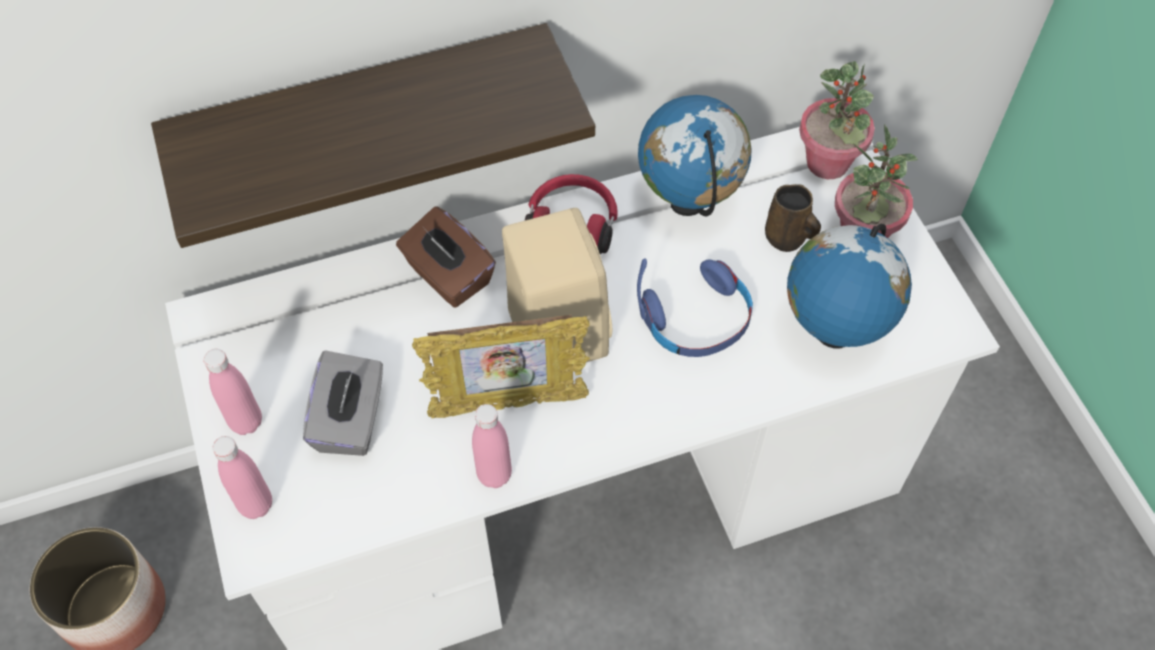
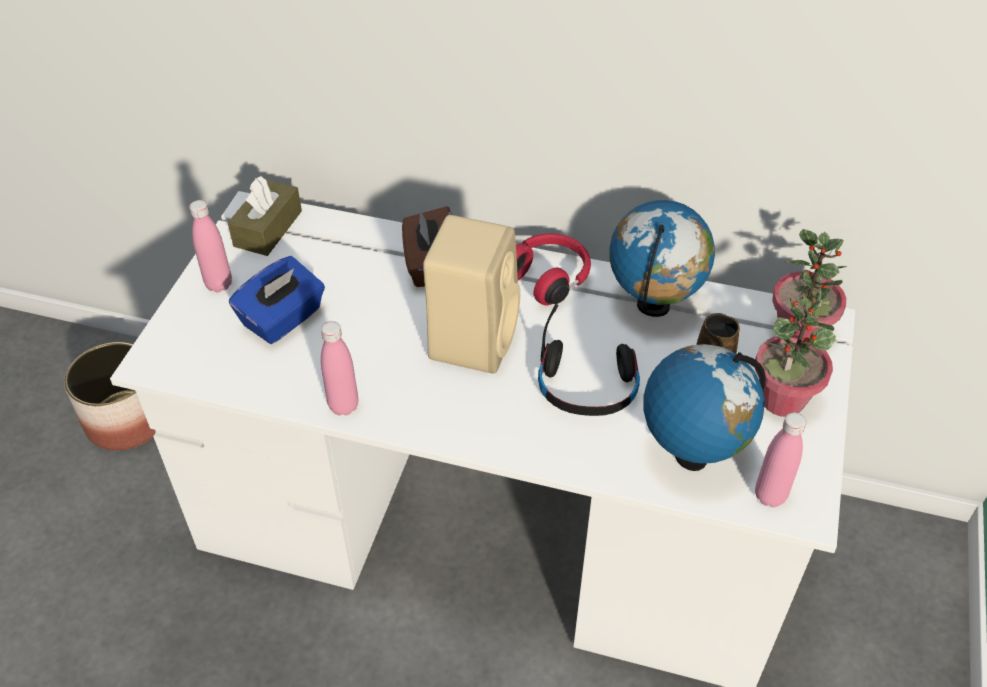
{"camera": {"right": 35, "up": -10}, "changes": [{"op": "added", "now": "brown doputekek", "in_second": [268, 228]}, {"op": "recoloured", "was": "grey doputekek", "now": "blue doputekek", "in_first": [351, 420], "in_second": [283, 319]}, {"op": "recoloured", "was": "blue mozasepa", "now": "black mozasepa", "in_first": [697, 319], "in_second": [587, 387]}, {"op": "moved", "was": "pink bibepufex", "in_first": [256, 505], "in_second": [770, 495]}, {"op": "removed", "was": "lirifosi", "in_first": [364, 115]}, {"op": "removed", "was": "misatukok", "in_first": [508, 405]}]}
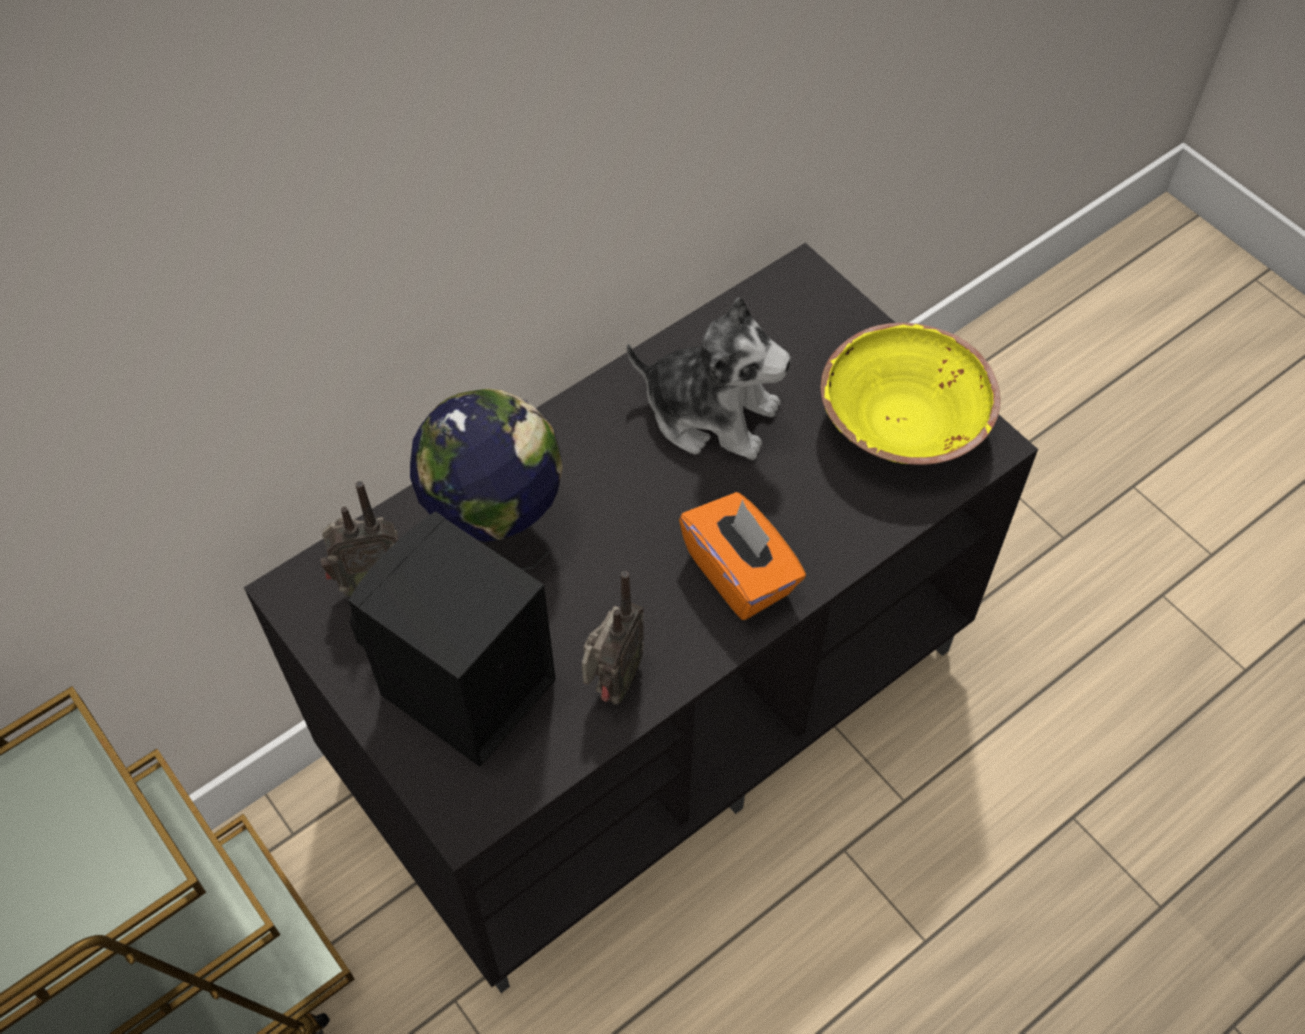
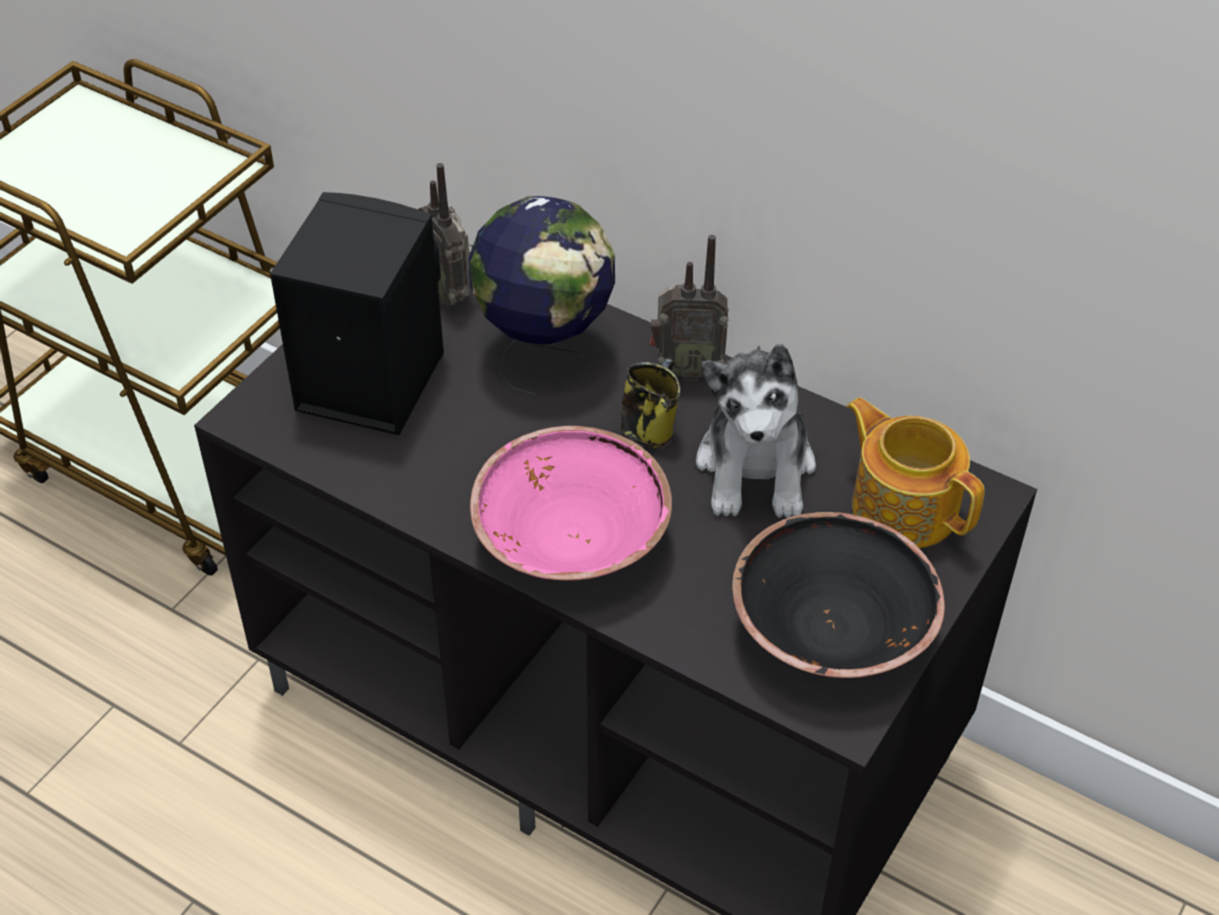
{"camera": {"right": 70, "up": -10}, "changes": [{"op": "replaced", "was": "orange doputekek", "now": "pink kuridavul", "in_first": [740, 573], "in_second": [571, 538]}, {"op": "added", "now": "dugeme", "in_second": [650, 428]}, {"op": "moved", "was": "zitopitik", "in_first": [612, 683], "in_second": [686, 369]}, {"op": "recoloured", "was": "yellow kuridavul", "now": "black kuridavul", "in_first": [902, 424], "in_second": [830, 630]}, {"op": "added", "now": "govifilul", "in_second": [903, 506]}]}
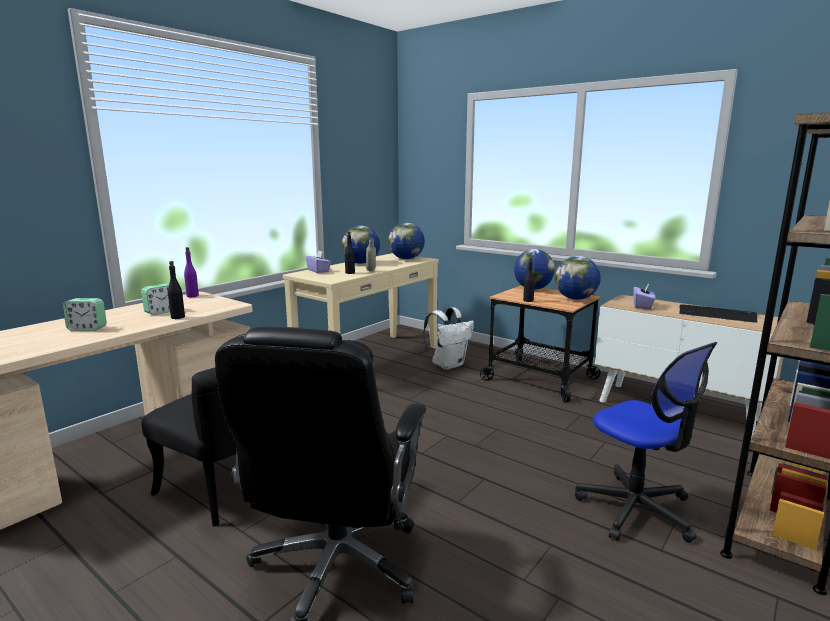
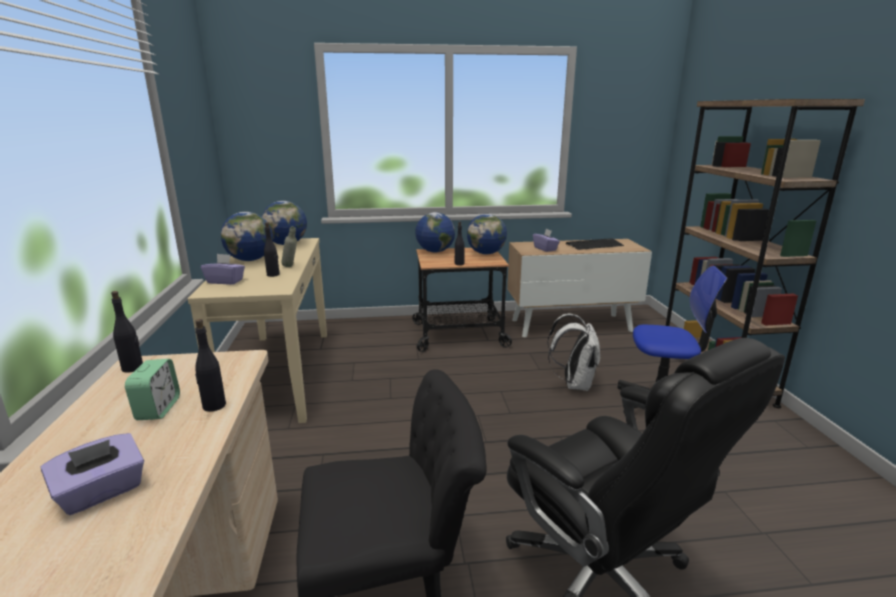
{"camera": {"right": -45, "up": 5}, "changes": [{"op": "replaced", "was": "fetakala", "now": "purple doputekek", "in_first": [87, 328], "in_second": [102, 492]}, {"op": "recoloured", "was": "purple bibepufex", "now": "black bibepufex", "in_first": [192, 296], "in_second": [133, 368]}, {"op": "moved", "was": "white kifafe", "in_first": [448, 365], "in_second": [574, 384]}]}
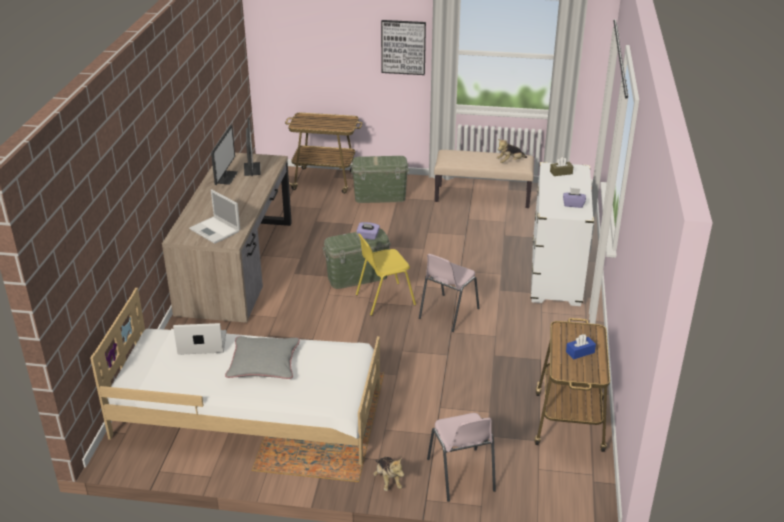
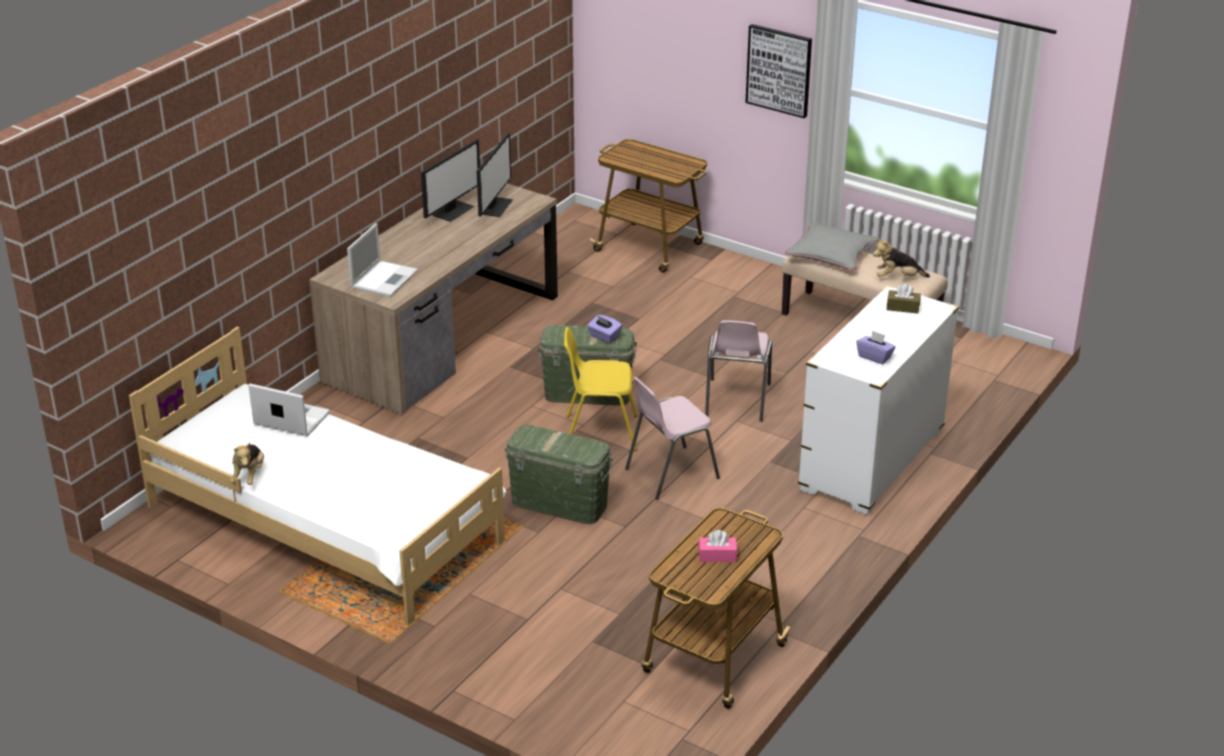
{"camera": {"right": 25, "up": 0}, "changes": [{"op": "moved", "was": "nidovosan", "in_first": [388, 480], "in_second": [249, 475]}, {"op": "turned", "was": "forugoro", "in_first": [215, 230], "in_second": [384, 278], "clockwise": -135}, {"op": "moved", "was": "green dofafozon", "in_first": [380, 197], "in_second": [559, 504]}, {"op": "recoloured", "was": "blue doputekek", "now": "pink doputekek", "in_first": [580, 352], "in_second": [717, 556]}, {"op": "moved", "was": "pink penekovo", "in_first": [461, 475], "in_second": [736, 401]}, {"op": "moved", "was": "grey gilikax", "in_first": [264, 363], "in_second": [831, 254]}]}
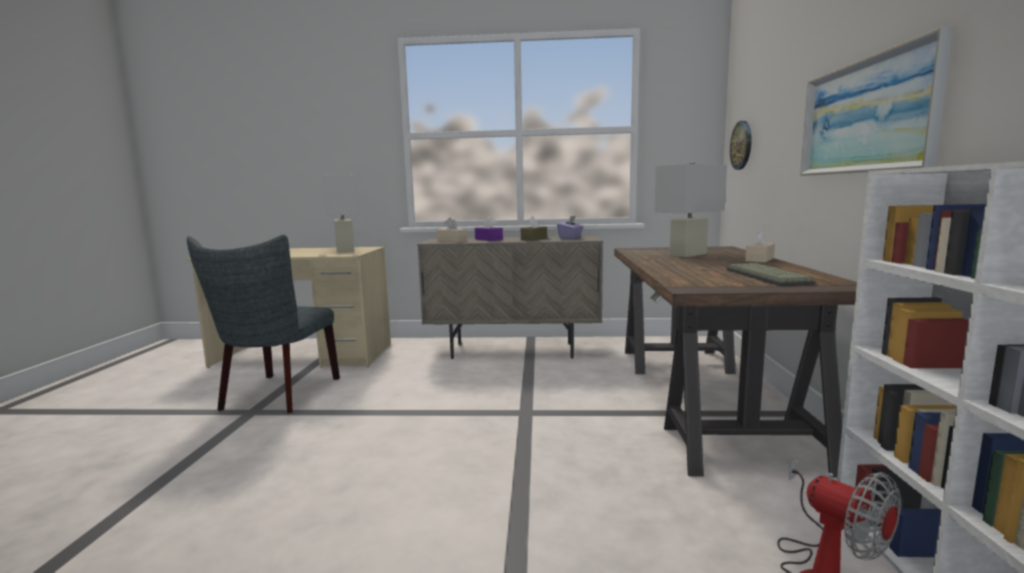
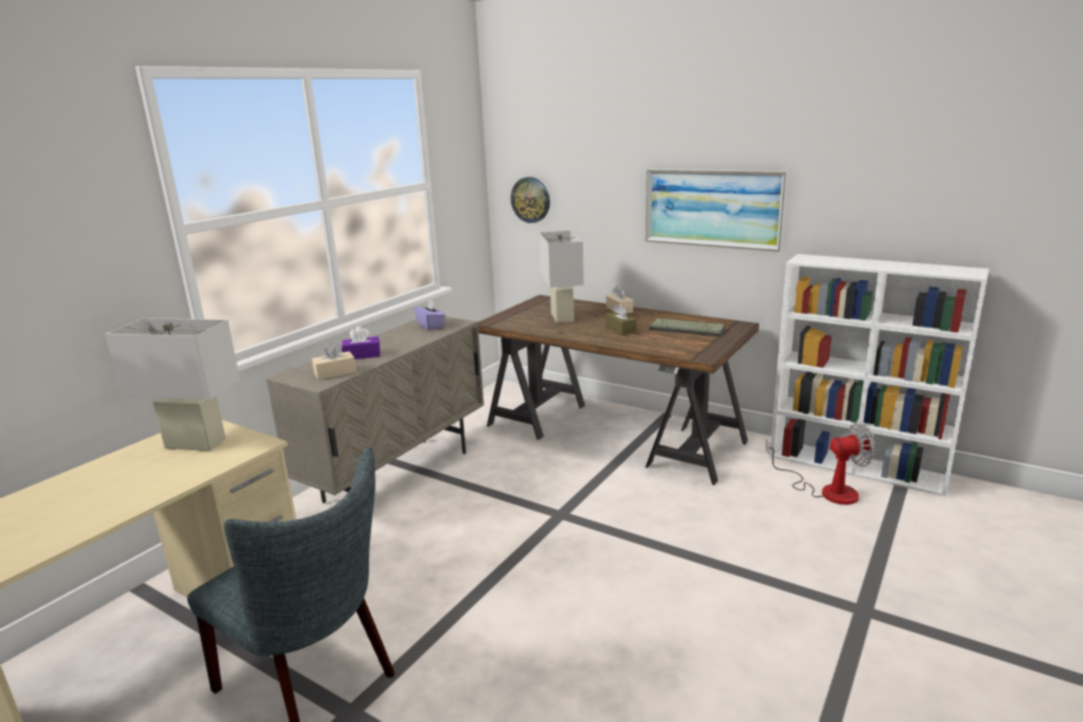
{"camera": {"right": -60, "up": 10}, "changes": [{"op": "moved", "was": "brown doputekek", "in_first": [534, 239], "in_second": [620, 329]}]}
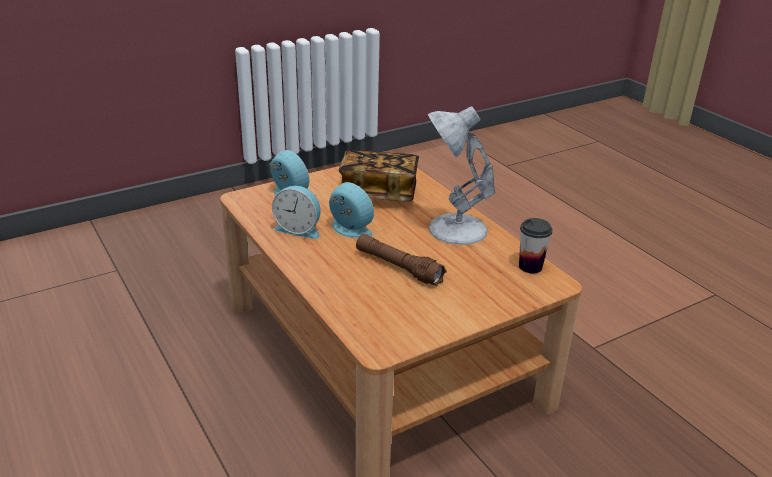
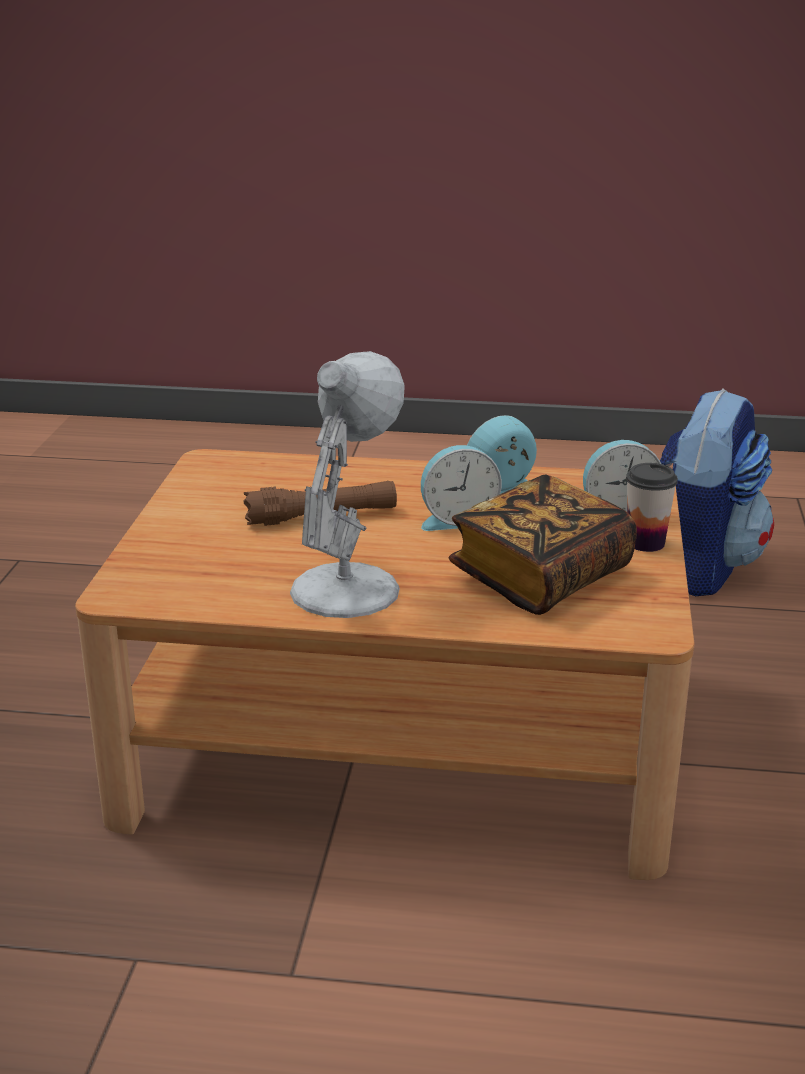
{"camera": {"right": 130, "up": -5}, "changes": [{"op": "moved", "was": "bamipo", "in_first": [530, 267], "in_second": [645, 543]}, {"op": "added", "now": "kifafe", "in_second": [700, 567]}]}
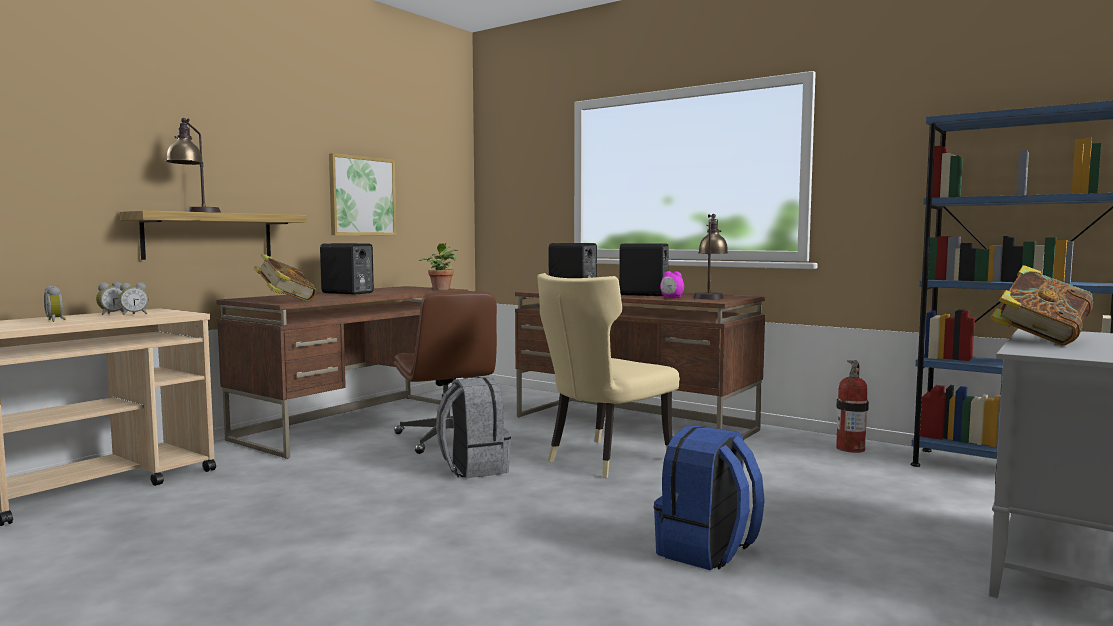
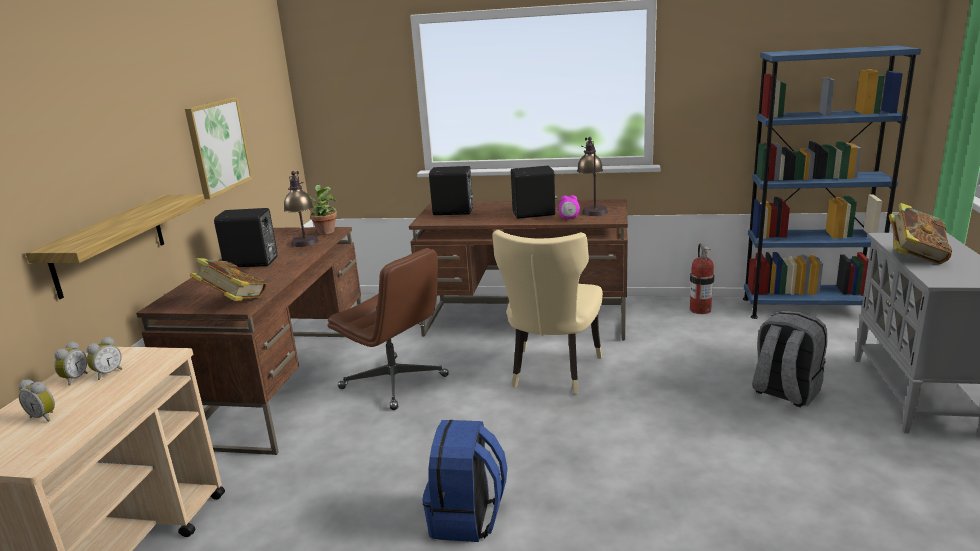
{"camera": {"right": -25, "up": 15}, "changes": [{"op": "moved", "was": "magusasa", "in_first": [195, 212], "in_second": [305, 245]}, {"op": "moved", "was": "blue kifafe", "in_first": [707, 552], "in_second": [467, 518]}, {"op": "moved", "was": "grey kifafe", "in_first": [473, 468], "in_second": [784, 392]}]}
